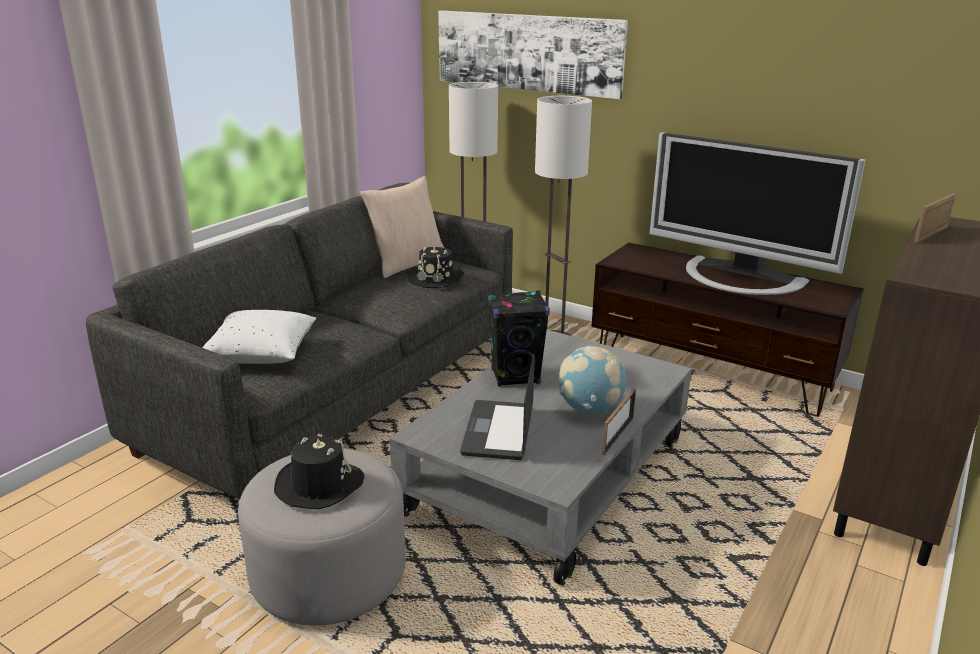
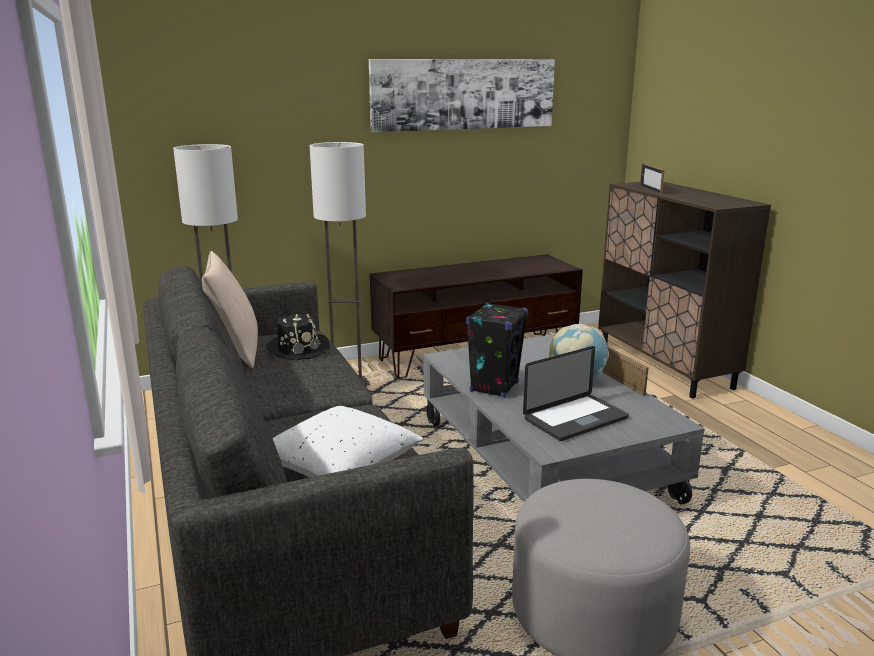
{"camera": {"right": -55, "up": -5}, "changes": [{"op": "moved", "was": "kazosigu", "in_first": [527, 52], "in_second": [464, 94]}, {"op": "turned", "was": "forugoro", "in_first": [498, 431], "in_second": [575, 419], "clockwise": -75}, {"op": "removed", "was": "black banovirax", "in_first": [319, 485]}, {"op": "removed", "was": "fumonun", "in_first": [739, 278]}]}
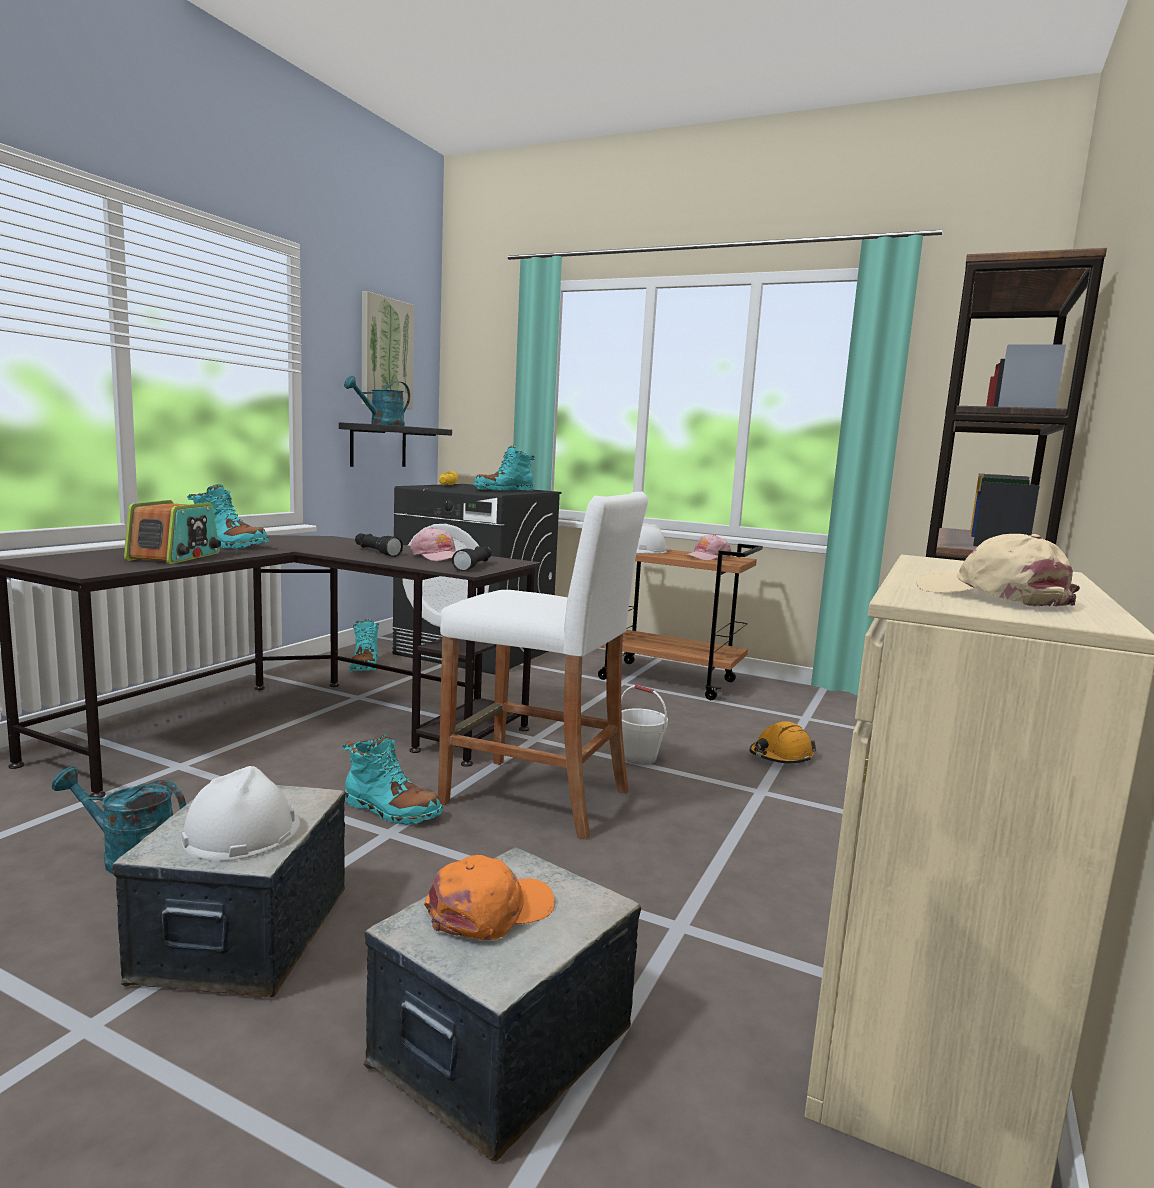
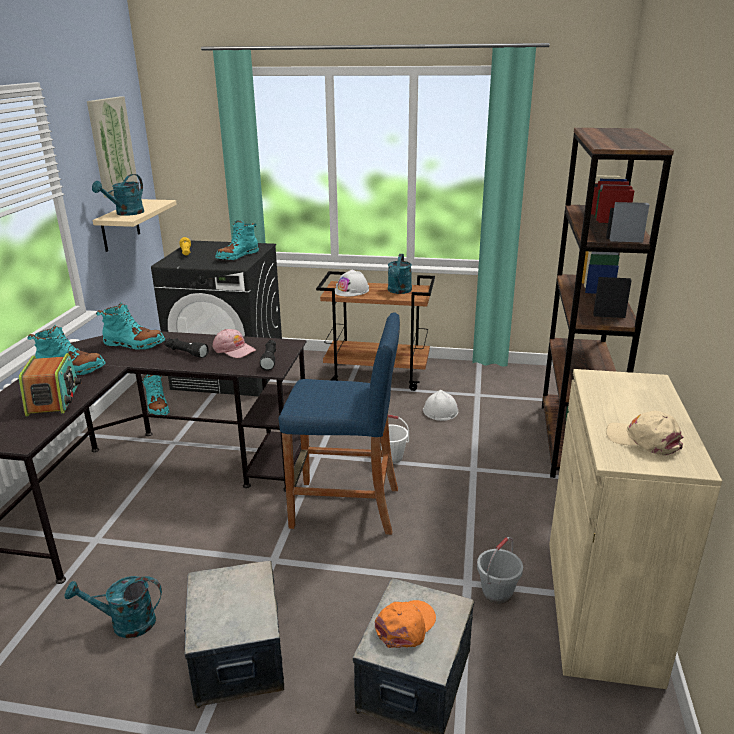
{"camera": {"right": -15, "up": 15}, "changes": [{"op": "recoloured", "was": "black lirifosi", "now": "beige lirifosi", "in_first": [378, 446], "in_second": [120, 225]}, {"op": "moved", "was": "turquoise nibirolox", "in_first": [391, 810], "in_second": [134, 344]}, {"op": "recoloured", "was": "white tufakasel", "now": "blue tufakasel", "in_first": [535, 797], "in_second": [345, 507]}, {"op": "replaced", "was": "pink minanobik", "now": "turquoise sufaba", "in_first": [706, 557], "in_second": [399, 291]}, {"op": "moved", "was": "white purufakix", "in_first": [241, 832], "in_second": [440, 411]}, {"op": "added", "now": "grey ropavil", "in_second": [497, 593]}, {"op": "removed", "was": "orange purufakix", "in_first": [780, 757]}]}
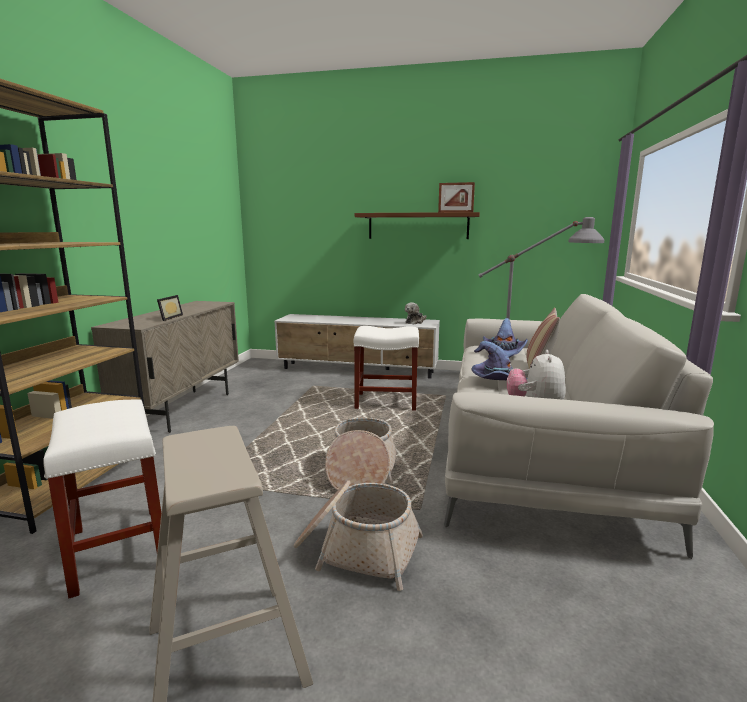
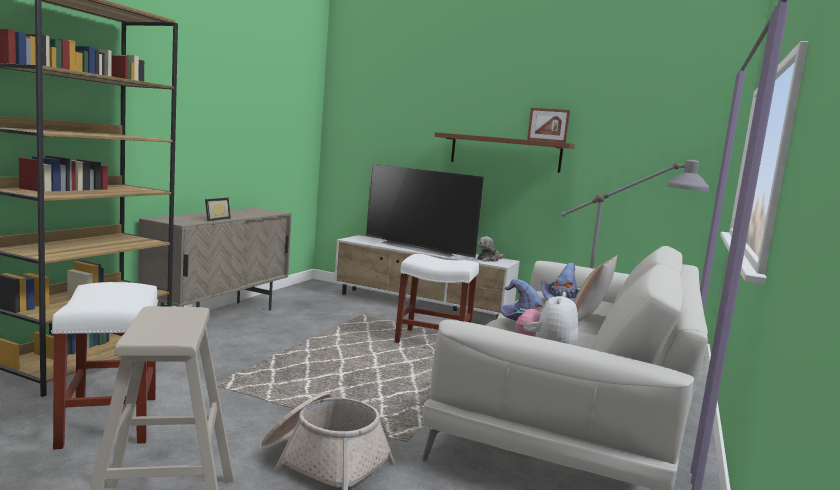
{"camera": {"right": 10, "up": -5}, "changes": [{"op": "added", "now": "fumonun", "in_second": [420, 248]}, {"op": "removed", "was": "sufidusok", "in_first": [361, 472]}]}
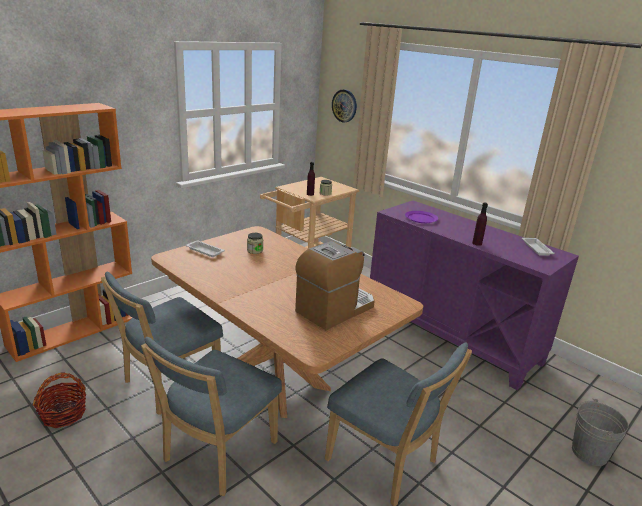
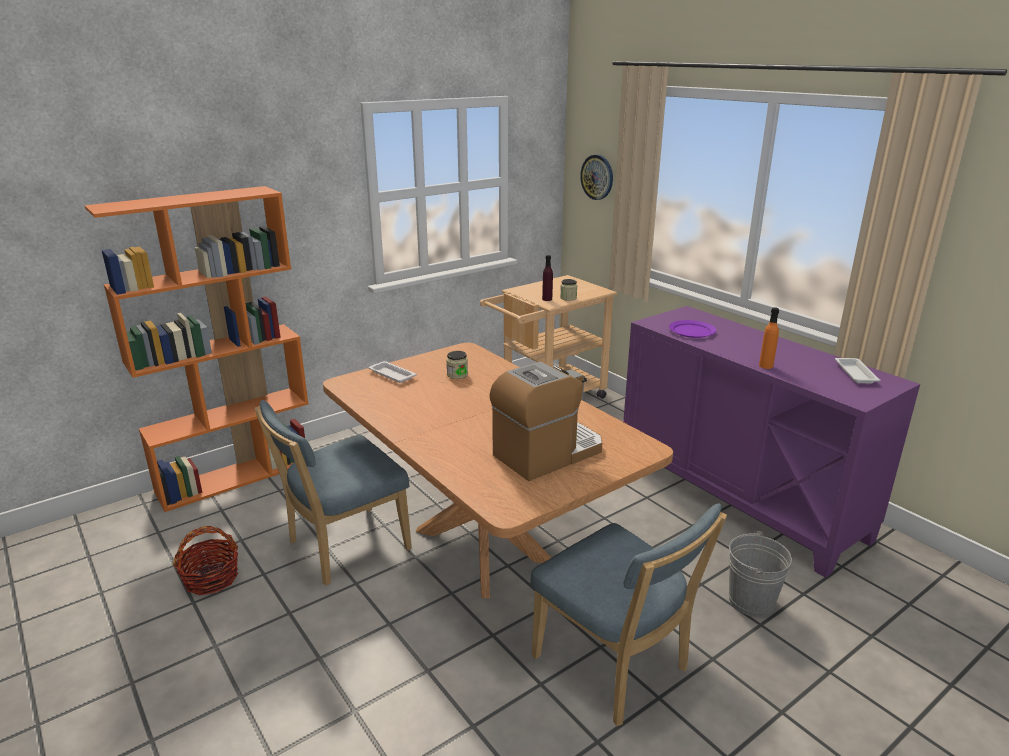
{"camera": {"right": 10, "up": 0}, "changes": [{"op": "moved", "was": "grey ropavil", "in_first": [589, 452], "in_second": [751, 601]}, {"op": "recoloured", "was": "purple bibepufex", "now": "orange bibepufex", "in_first": [477, 243], "in_second": [766, 366]}, {"op": "removed", "was": "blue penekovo", "in_first": [216, 454]}]}
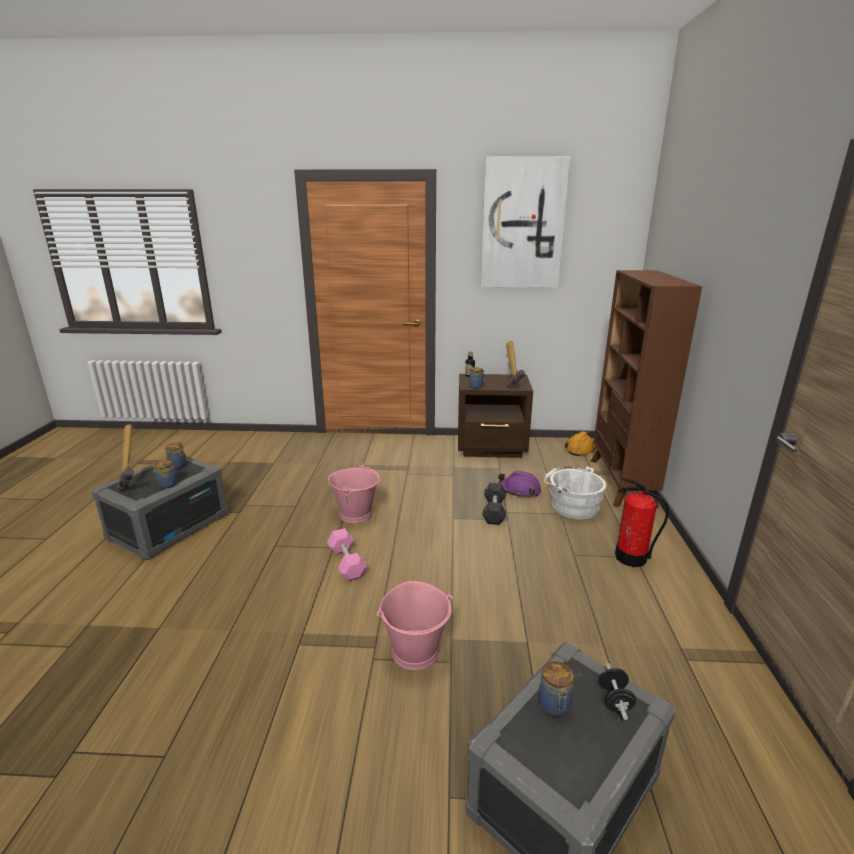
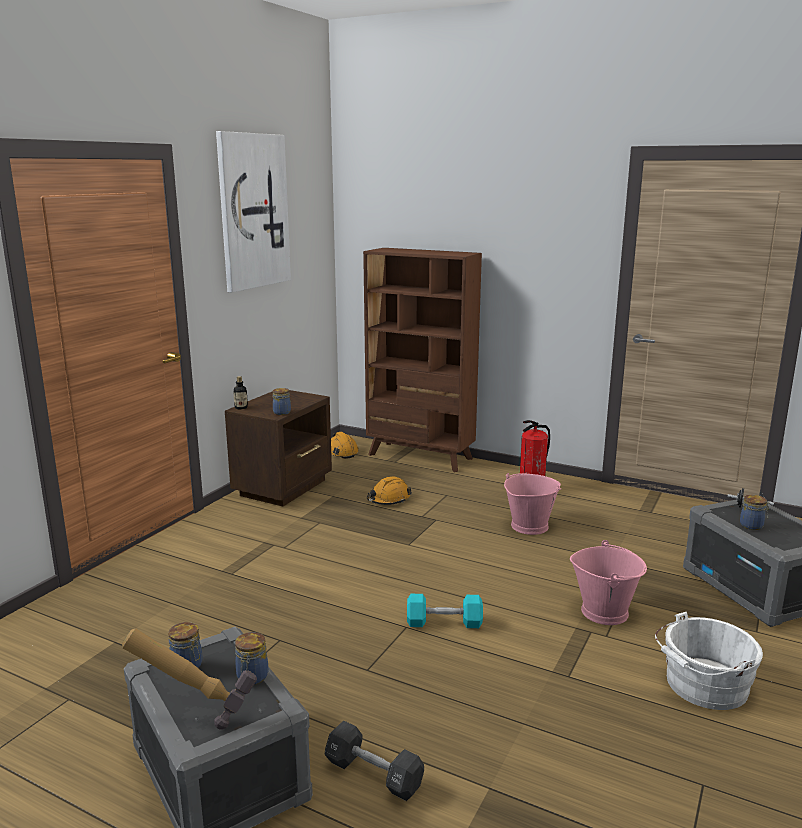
{"camera": {"right": -65, "up": -5}, "changes": [{"op": "moved", "was": "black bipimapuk", "in_first": [494, 511], "in_second": [374, 774]}, {"op": "recoloured", "was": "purple purufakix", "now": "orange purufakix", "in_first": [519, 490], "in_second": [388, 499]}, {"op": "recoloured", "was": "pink bipimapuk", "now": "turquoise bipimapuk", "in_first": [347, 563], "in_second": [444, 623]}, {"op": "moved", "was": "pink ropavil", "in_first": [356, 514], "in_second": [529, 526]}, {"op": "moved", "was": "white ropavil", "in_first": [571, 506], "in_second": [702, 685]}, {"op": "removed", "was": "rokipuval", "in_first": [513, 383]}]}
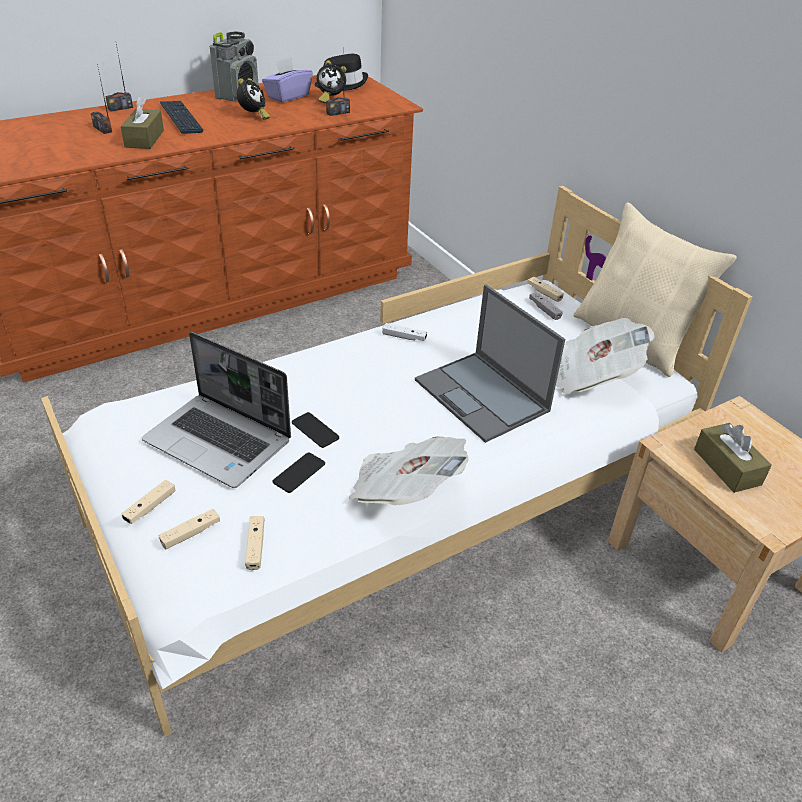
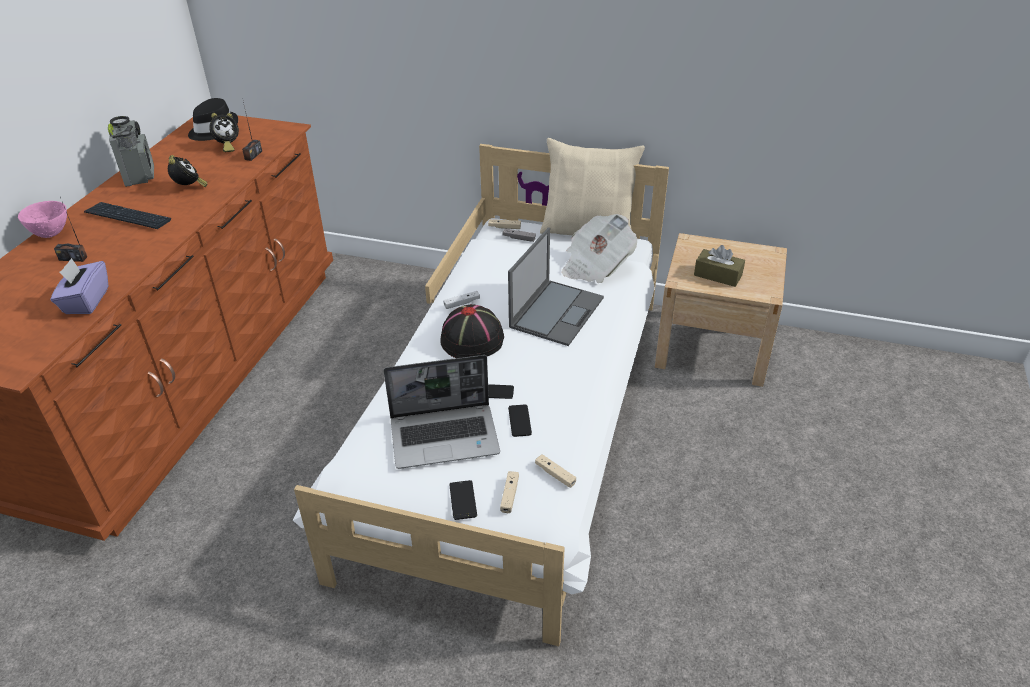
{"camera": {"right": -40, "up": 0}, "changes": [{"op": "replaced", "was": "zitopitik", "now": "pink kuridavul", "in_first": [120, 108], "in_second": [51, 233]}, {"op": "moved", "was": "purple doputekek", "in_first": [288, 96], "in_second": [86, 301]}, {"op": "added", "now": "black banovirax", "in_second": [472, 339]}, {"op": "replaced", "was": "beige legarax", "now": "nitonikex", "in_first": [150, 507], "in_second": [463, 500]}, {"op": "turned", "was": "forugoro", "in_first": [483, 396], "in_second": [557, 311], "clockwise": -75}, {"op": "removed", "was": "brown doputekek", "in_first": [144, 139]}, {"op": "removed", "was": "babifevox", "in_first": [404, 491]}]}
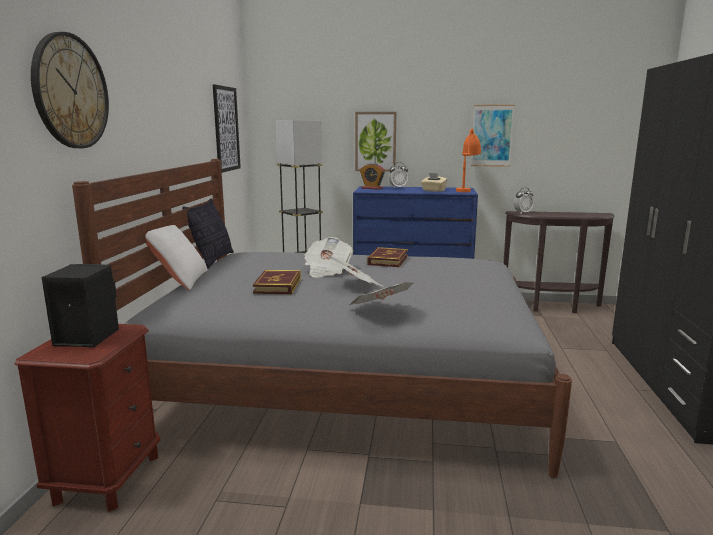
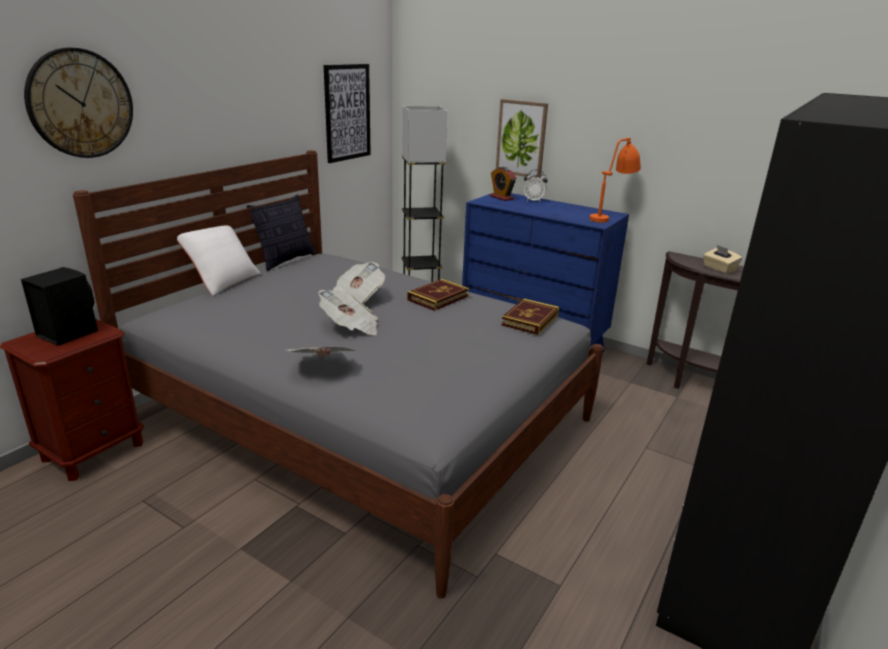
{"camera": {"right": 25, "up": 10}, "changes": [{"op": "moved", "was": "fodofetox", "in_first": [278, 285], "in_second": [530, 320]}, {"op": "moved", "was": "beige doputekek", "in_first": [433, 191], "in_second": [719, 269]}, {"op": "removed", "was": "kazosigu", "in_first": [492, 136]}, {"op": "removed", "was": "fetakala", "in_first": [522, 213]}]}
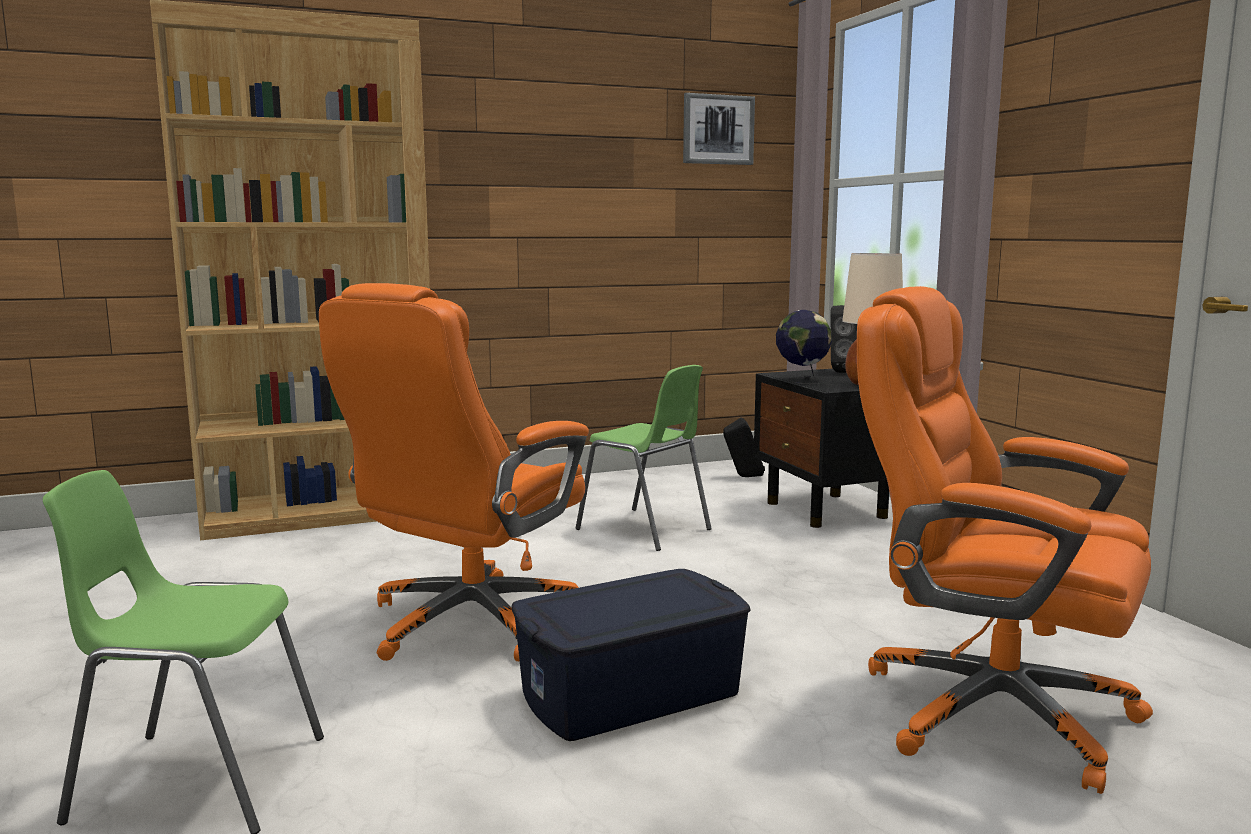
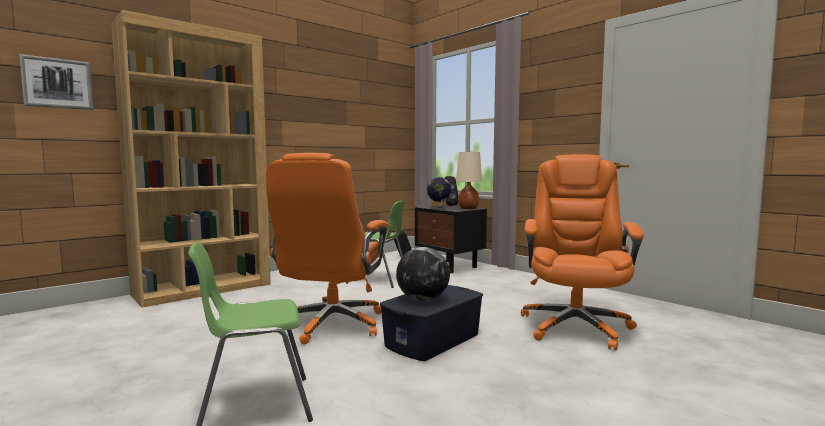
{"camera": {"right": -20, "up": -5}, "changes": [{"op": "moved", "was": "kazosigu", "in_first": [718, 129], "in_second": [57, 83]}, {"op": "added", "now": "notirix", "in_second": [422, 300]}, {"op": "turned", "was": "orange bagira", "in_first": [990, 711], "in_second": [575, 326], "clockwise": 90}]}
